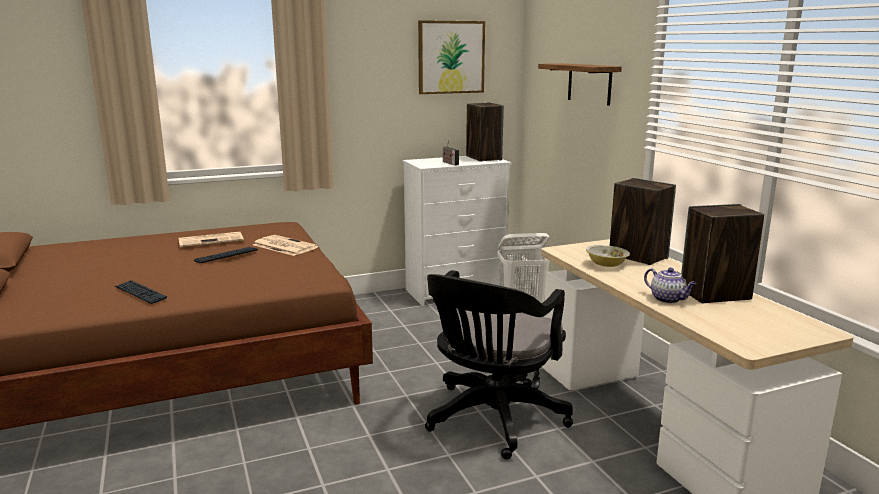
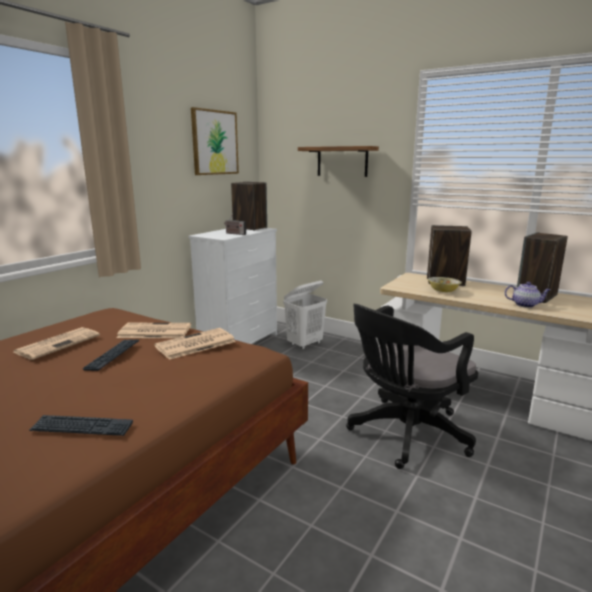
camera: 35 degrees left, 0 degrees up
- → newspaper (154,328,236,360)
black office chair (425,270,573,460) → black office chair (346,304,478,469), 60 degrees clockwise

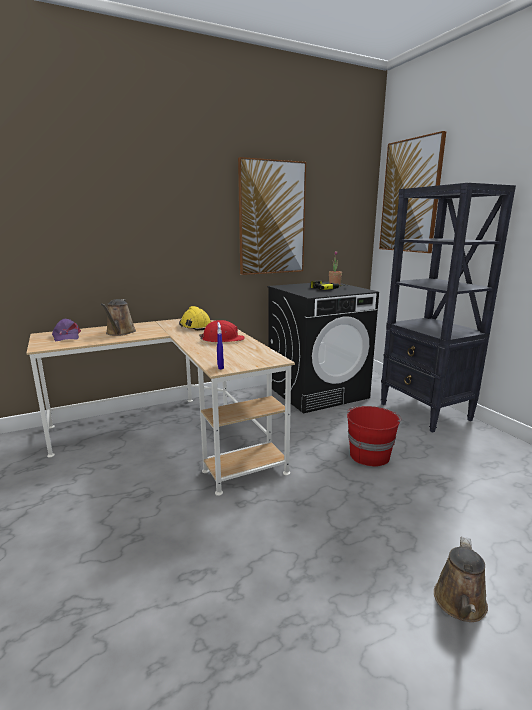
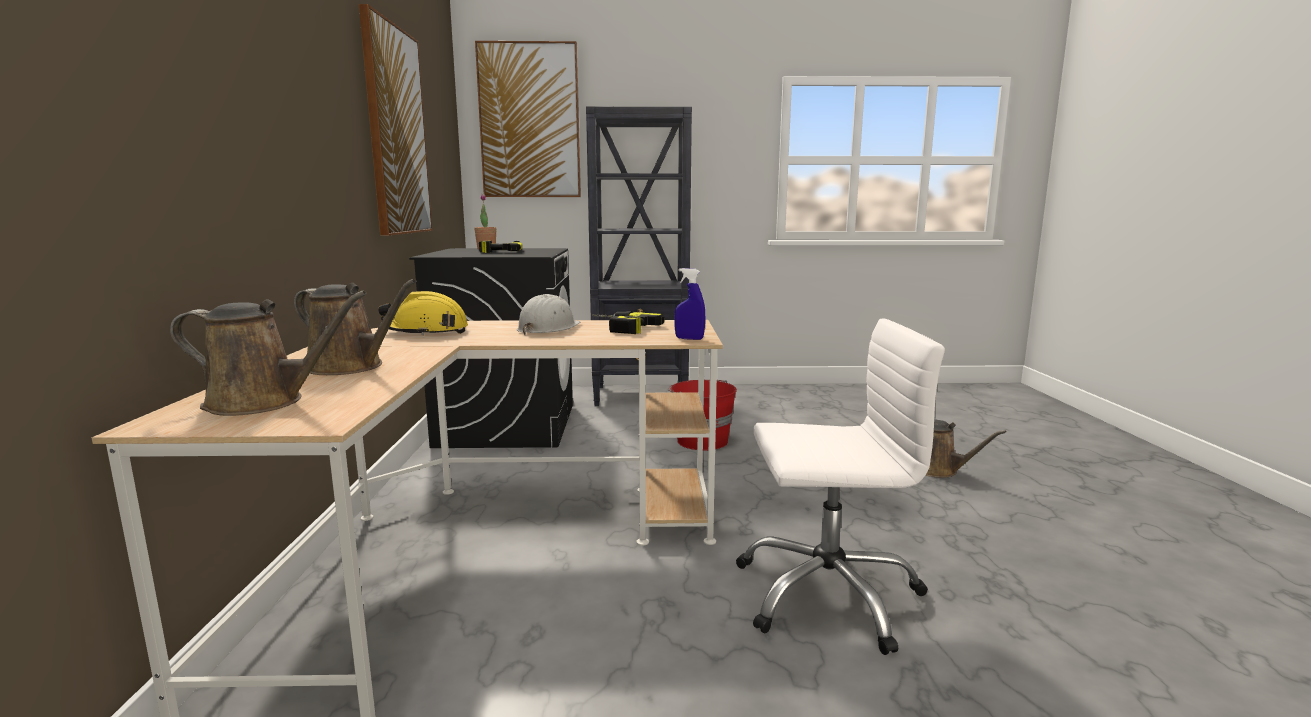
camera: 65 degrees left, 5 degrees down
- → power drill (592,311,665,334)
- → white office chair (736,319,945,655)
purple cap (52,318,81,341) → brown watering can (170,291,366,416)
red hard hat (199,320,245,342) → white hard hat (516,294,580,335)

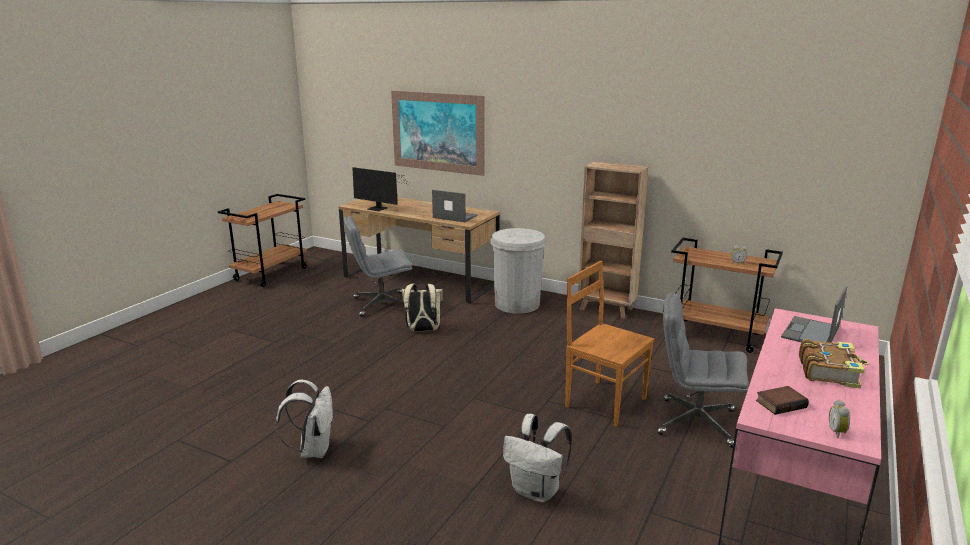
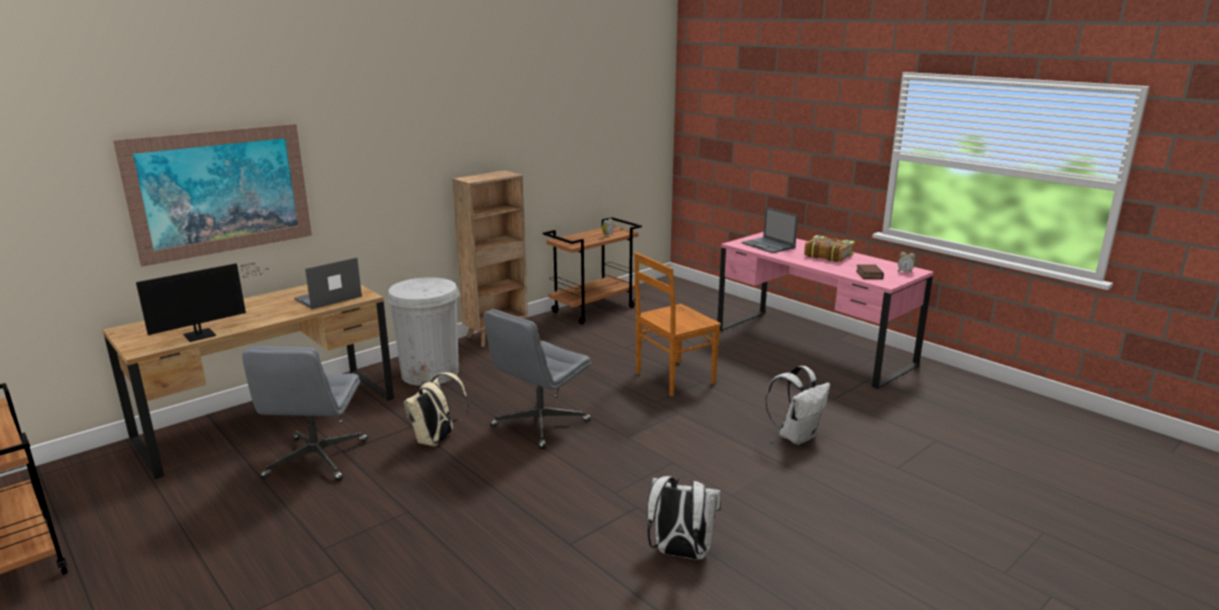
camera: 70 degrees left, 0 degrees up
grey office chair (657,293,749,448) → grey office chair (483,309,591,449), relocated

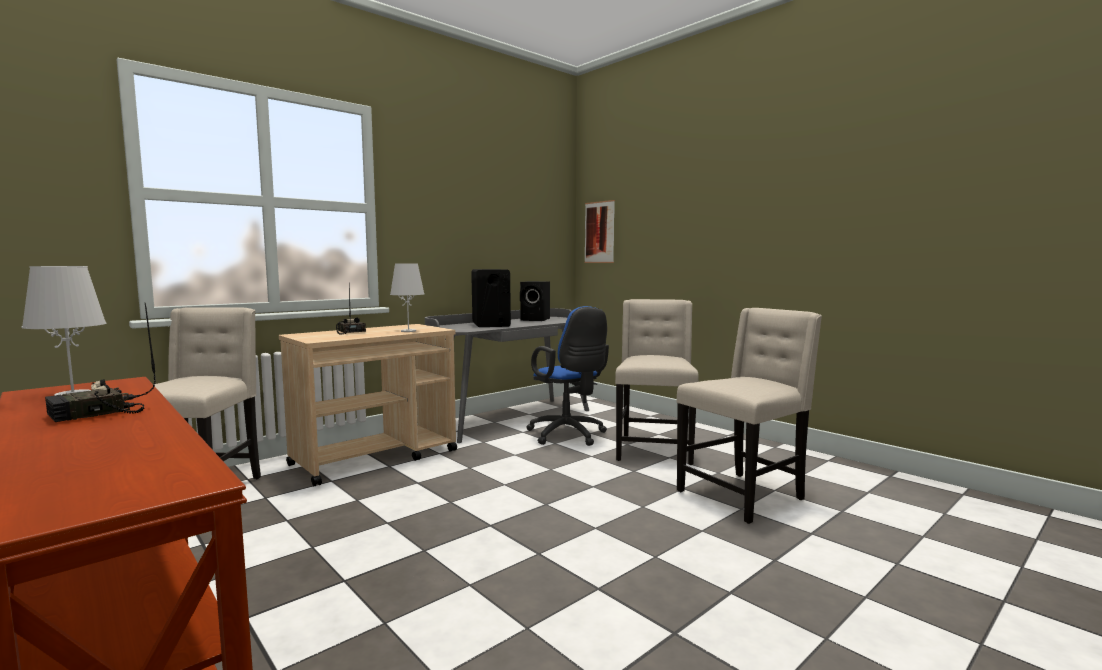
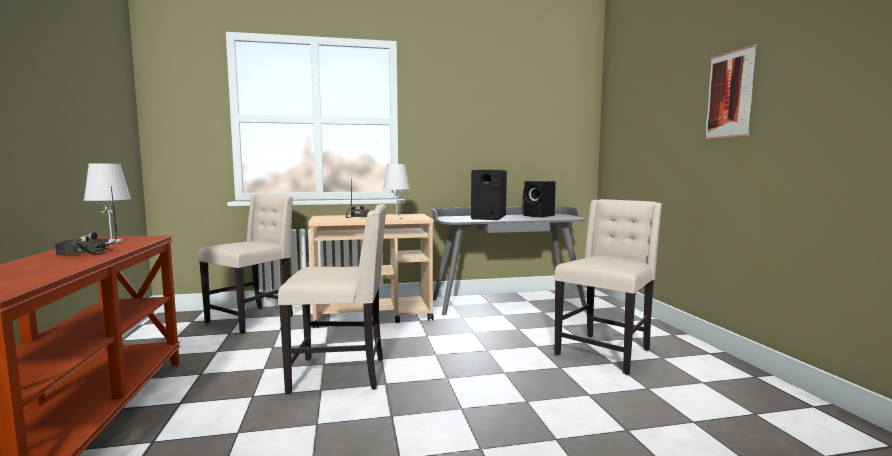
camera: 30 degrees right, 0 degrees up
blue office chair (526,306,609,446) → -
picture (584,200,615,263) → picture (705,44,757,139), relocated
beige chair (676,308,822,524) → beige chair (278,204,387,394), relocated

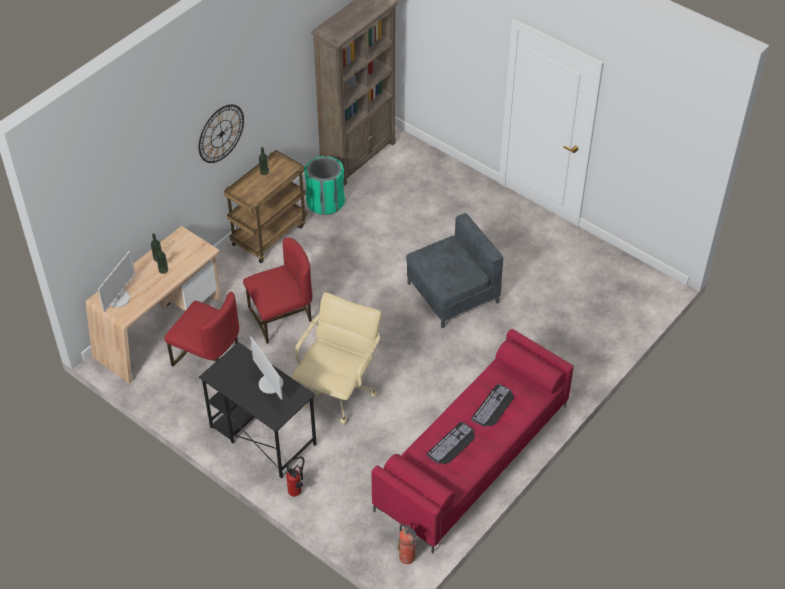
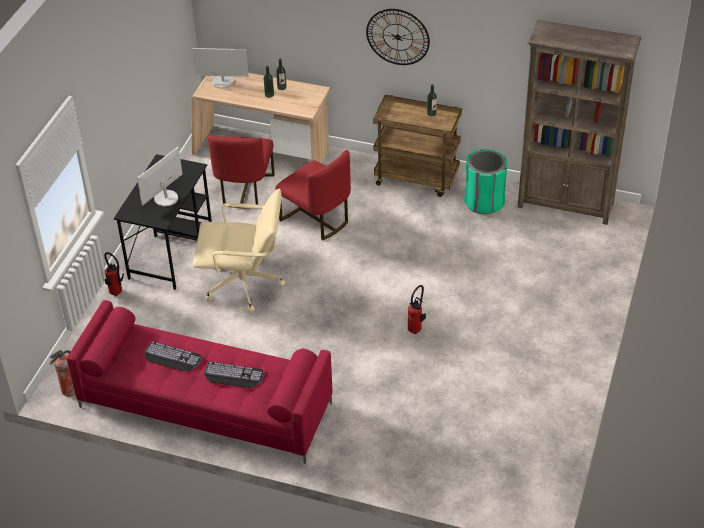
camera: 70 degrees right, 5 degrees down
grey armchair (406,213,503,328) → fire extinguisher (408,285,426,334)

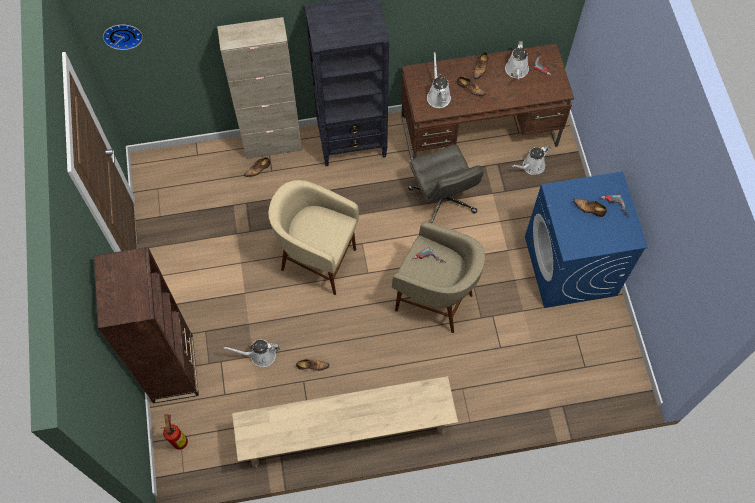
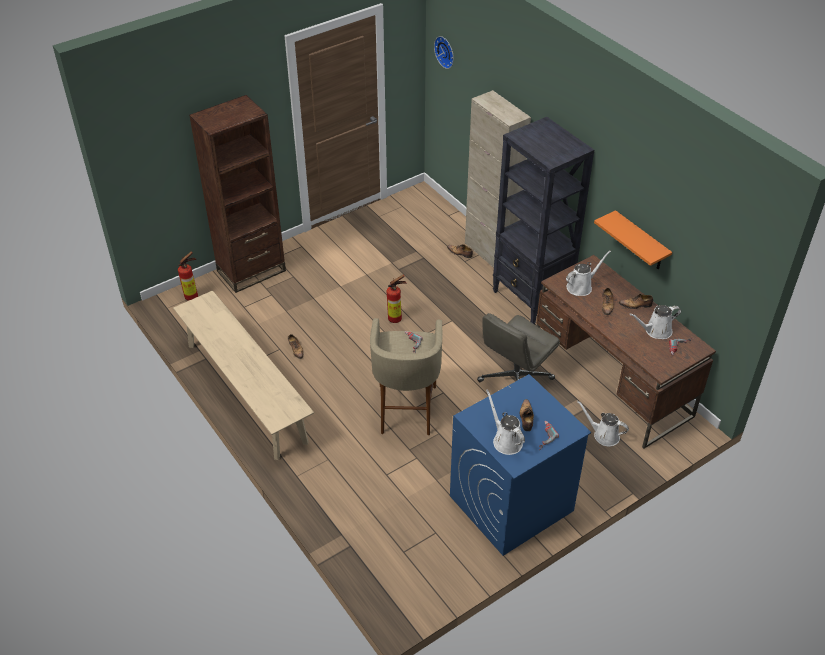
camera: 65 degrees right, 20 degrees down
- → orange shelf (594,210,672,270)
white watering can (224,339,280,367) → white watering can (486,389,525,455), relocated
beige stool (268,180,359,295) → fire extinguisher (387,275,407,323)

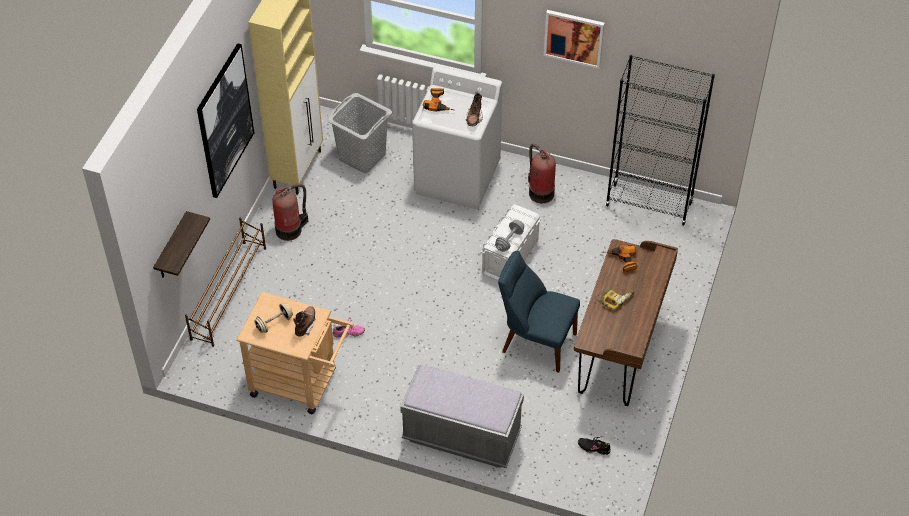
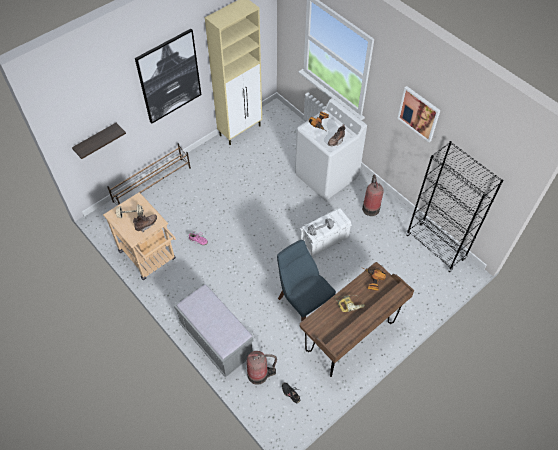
camera: 30 degrees right, 5 degrees up
grey laundry basket (327,93,392,173) → -
fire extinguisher (272,184,308,241) → fire extinguisher (247,351,277,385), relocated

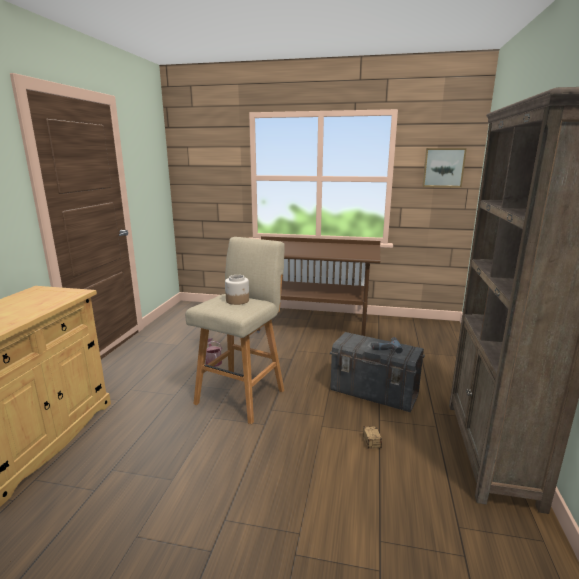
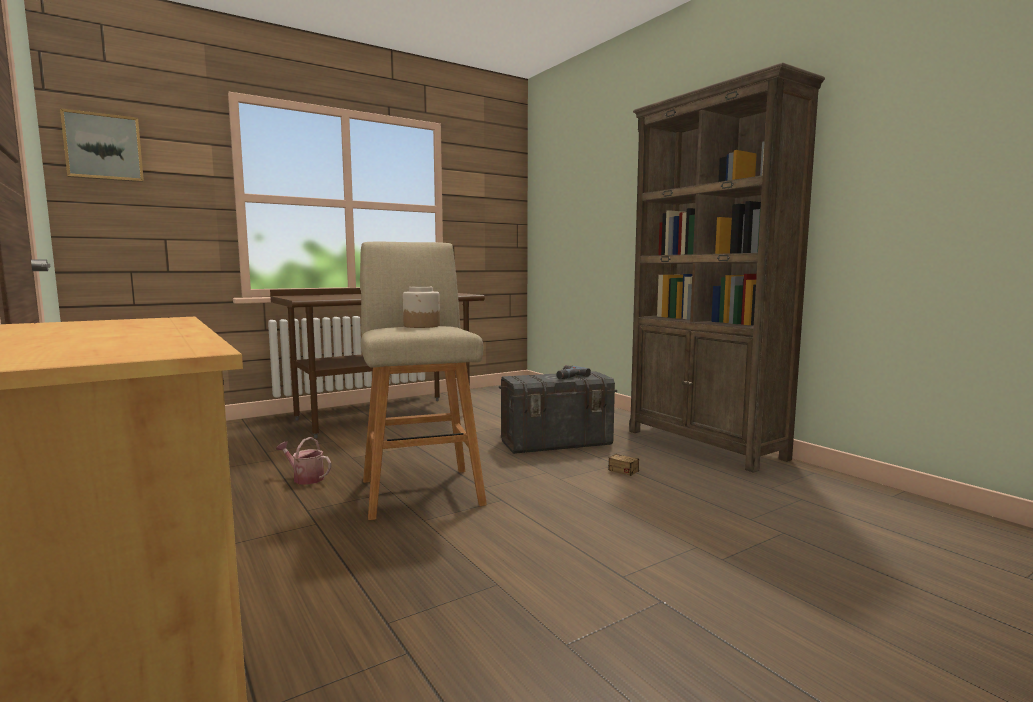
camera: 45 degrees left, 10 degrees down
picture (422,148,467,188) → picture (60,108,144,182), relocated

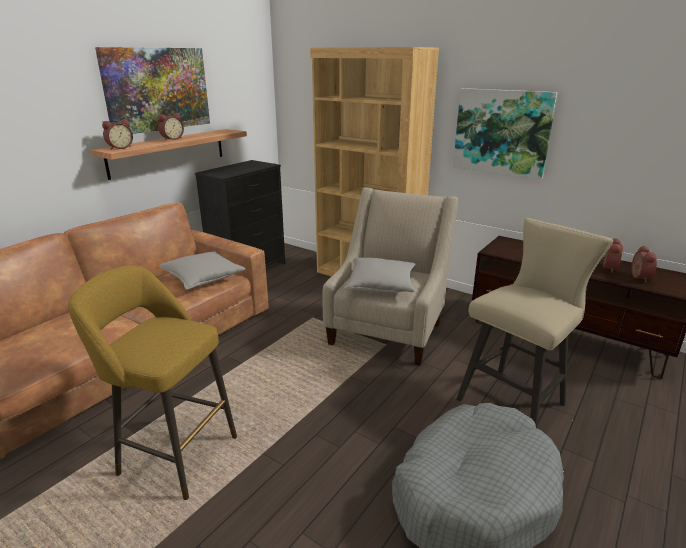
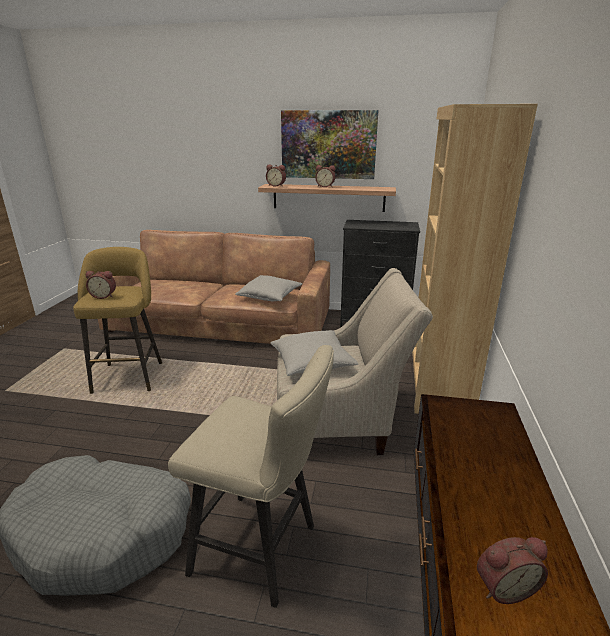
camera: 65 degrees right, 0 degrees up
picture (453,88,558,179) → -
alarm clock (602,238,623,273) → alarm clock (86,271,116,299), relocated

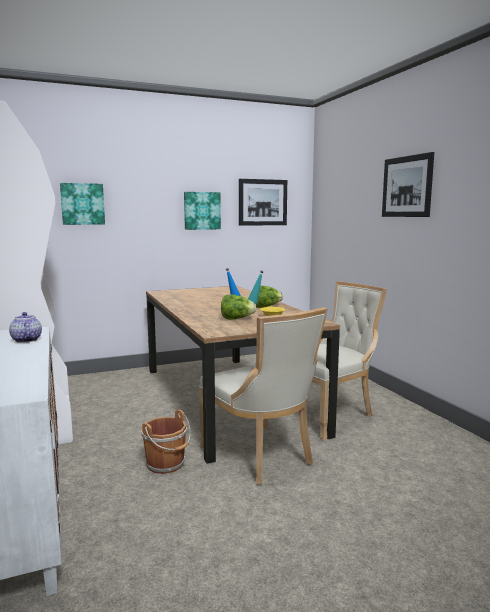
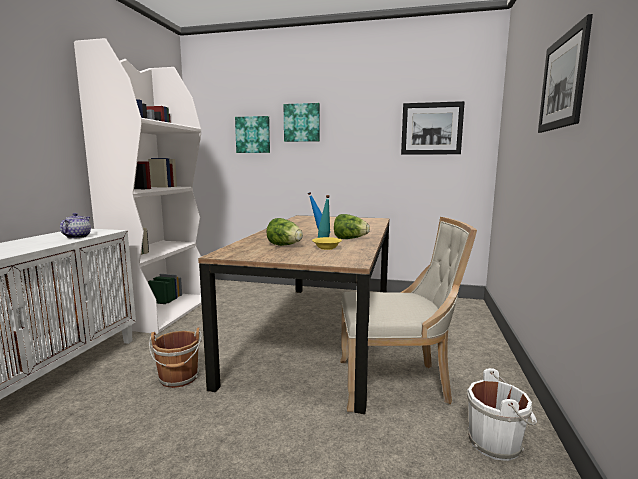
camera: 35 degrees right, 0 degrees up
beige chair (199,307,328,485) → -
- → white bucket (467,368,537,461)
picture (184,192,221,230) → picture (284,103,320,142), relocated

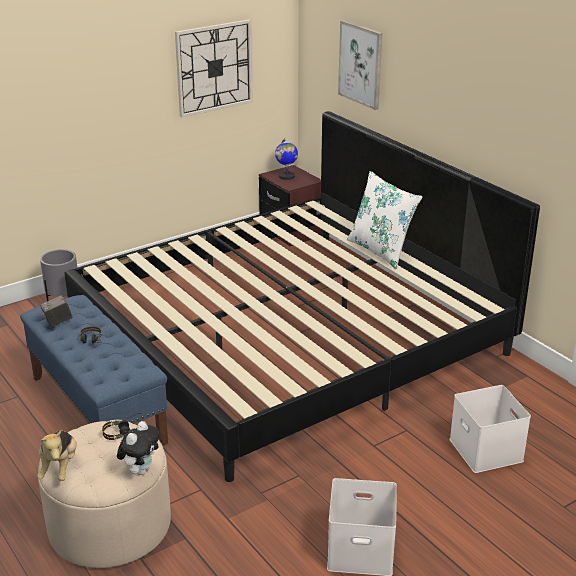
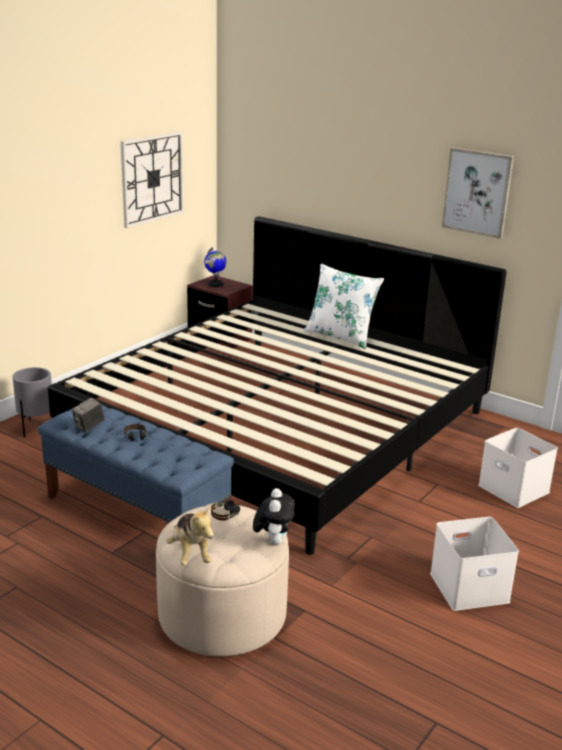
camera: 20 degrees left, 5 degrees down
picture (338,20,383,110) → picture (442,147,514,239), relocated

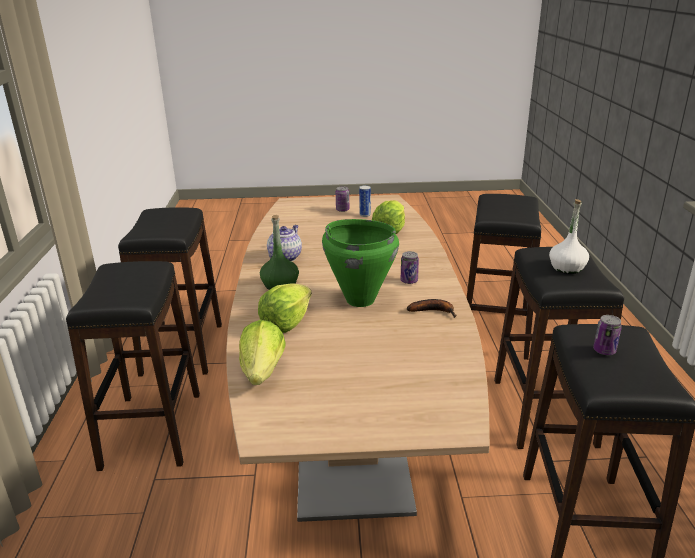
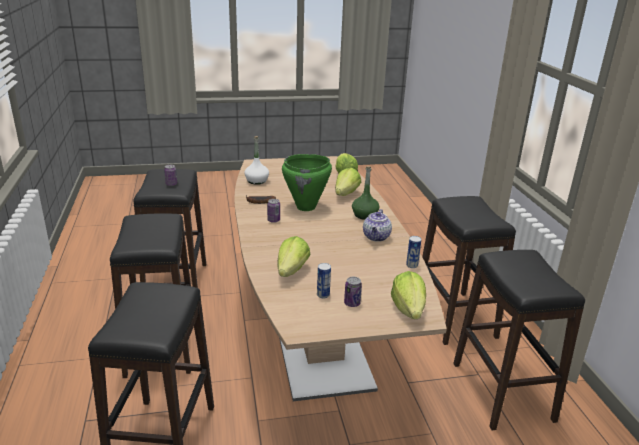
camera: 170 degrees right, 0 degrees up
- → lettuce (391,271,426,319)
- → can (406,236,422,268)
white bottle (549,199,589,274) → white bottle (244,136,269,185), relocated

